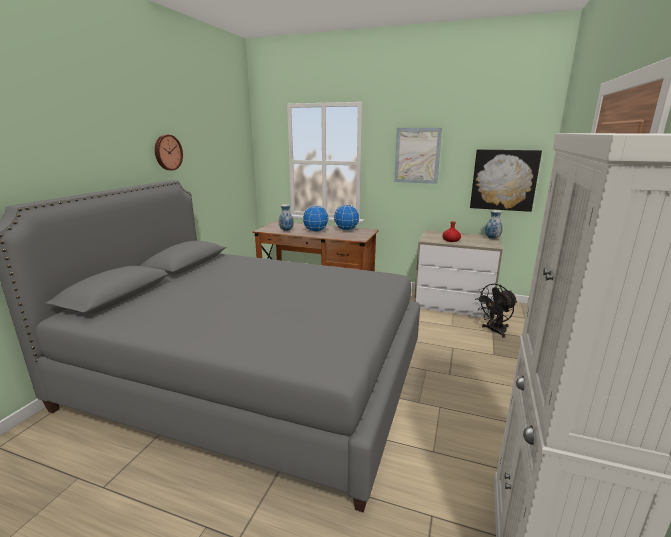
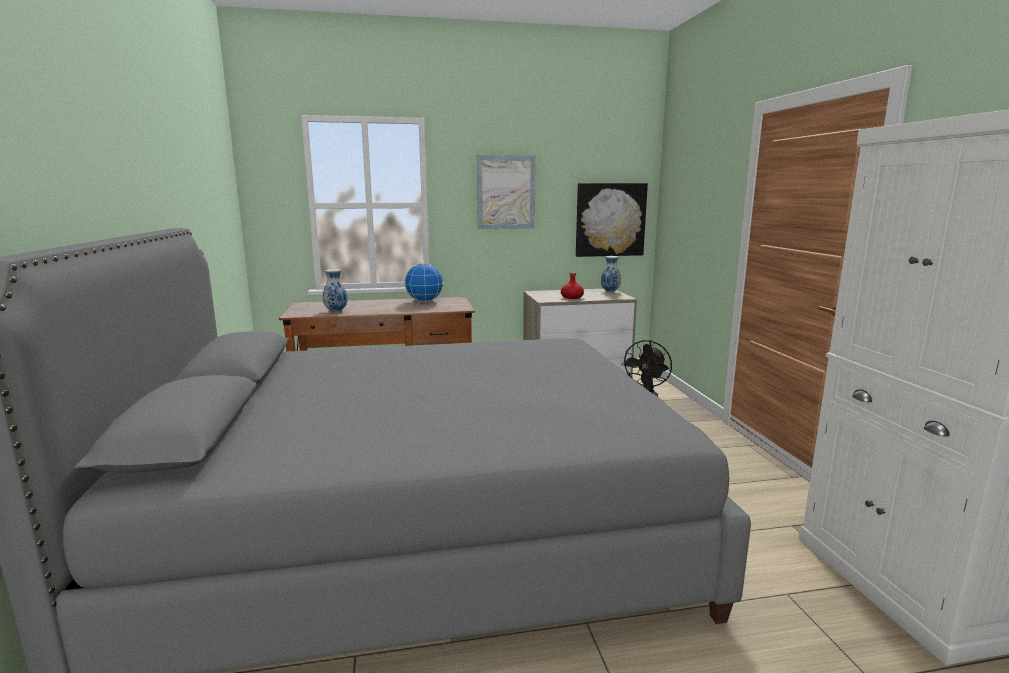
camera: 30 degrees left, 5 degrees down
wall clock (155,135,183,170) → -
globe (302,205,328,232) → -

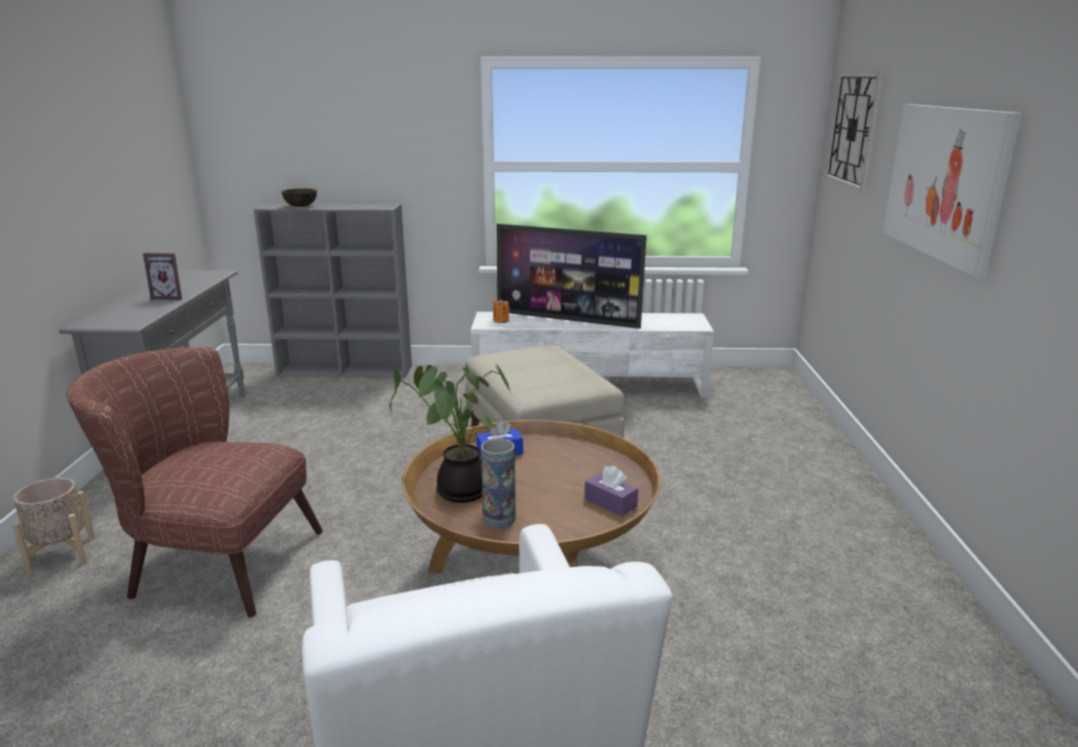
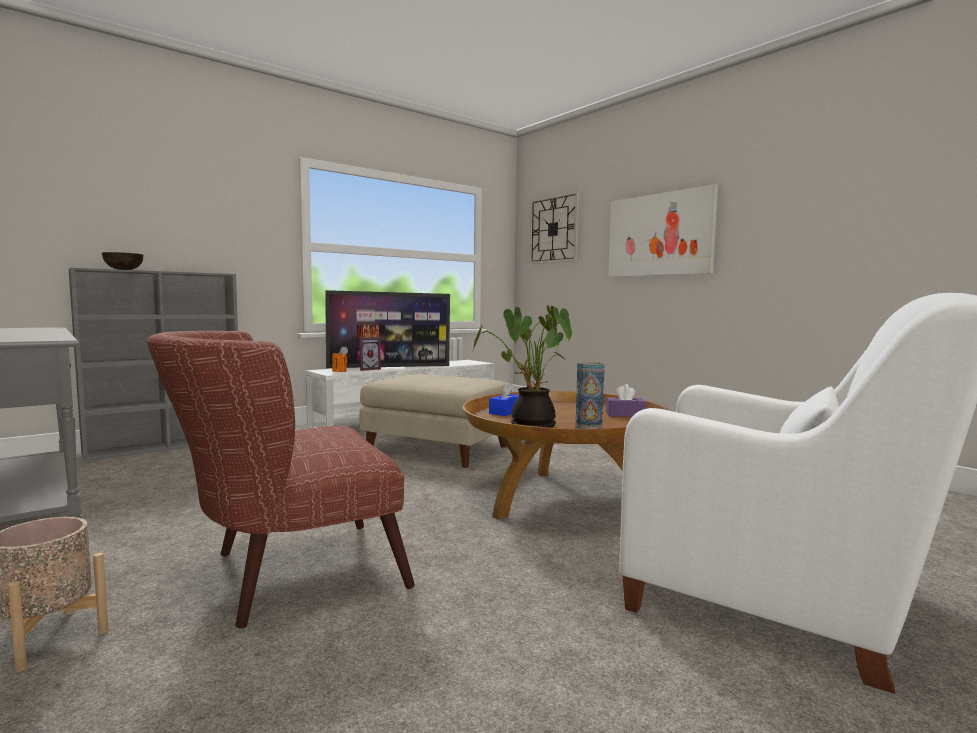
camera: 40 degrees left, 15 degrees down
picture frame (143,253,182,300) → picture frame (359,337,381,371), relocated

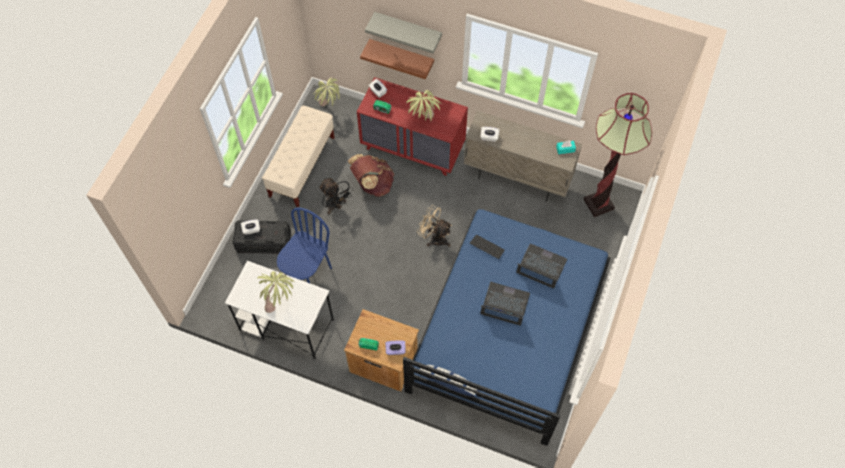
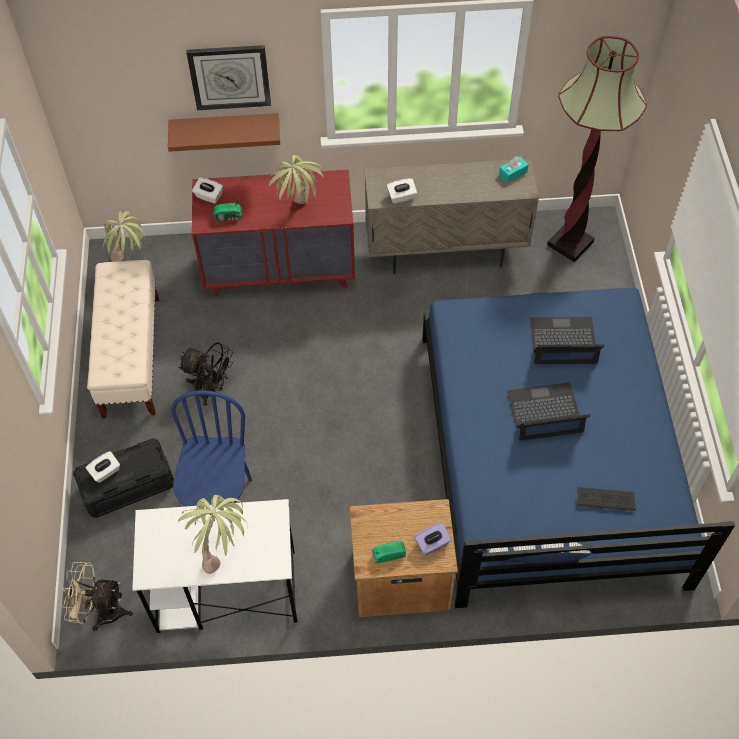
camera: 25 degrees left, 5 degrees down
brown backpack (348,154,394,197) → -
beige fan (417,205,452,246) → beige fan (61,562,133,631), relocated
keyboard (470,235,505,259) → keyboard (577,487,636,511), relocated
grey shelf (365,12,442,53) → wall clock (186,45,271,110)

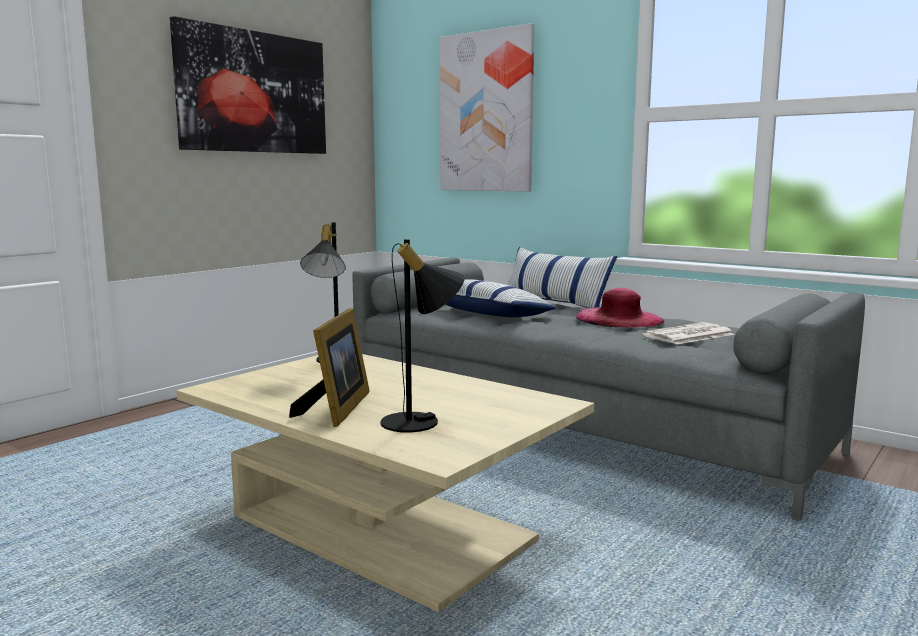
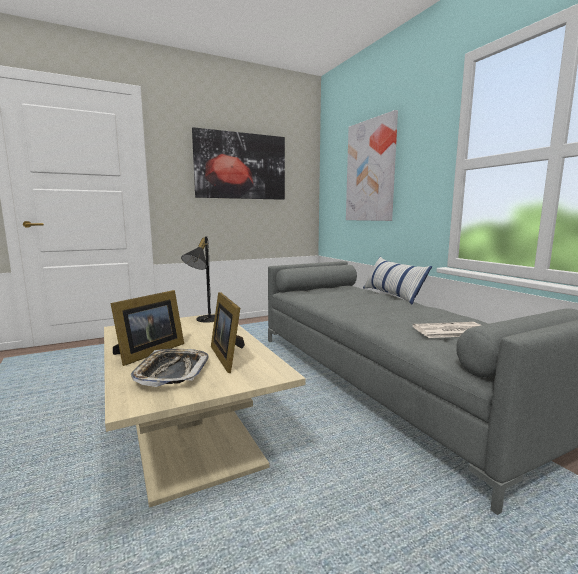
camera: 25 degrees right, 0 degrees up
pillow (445,279,556,317) → -
pink hat (576,288,664,328) → -
- → picture frame (211,292,245,373)
black table lamp (380,239,465,433) → tray (131,349,208,387)

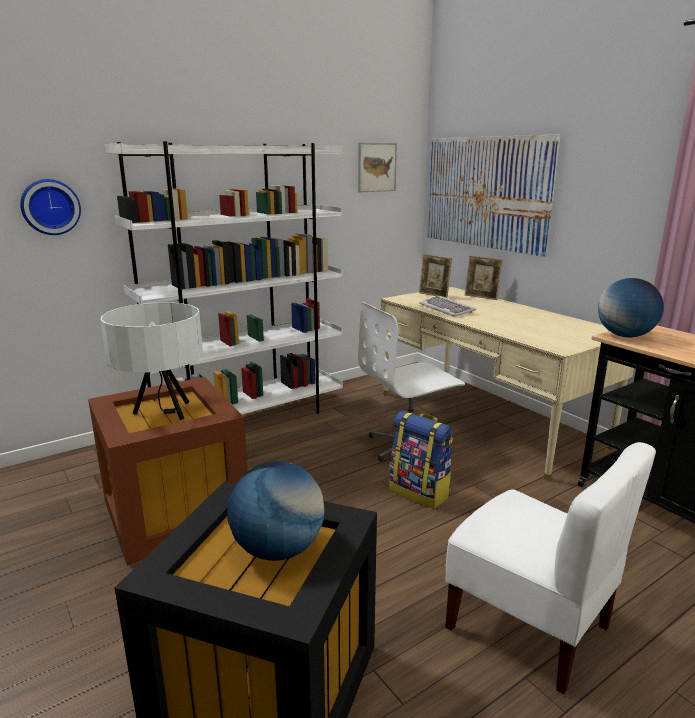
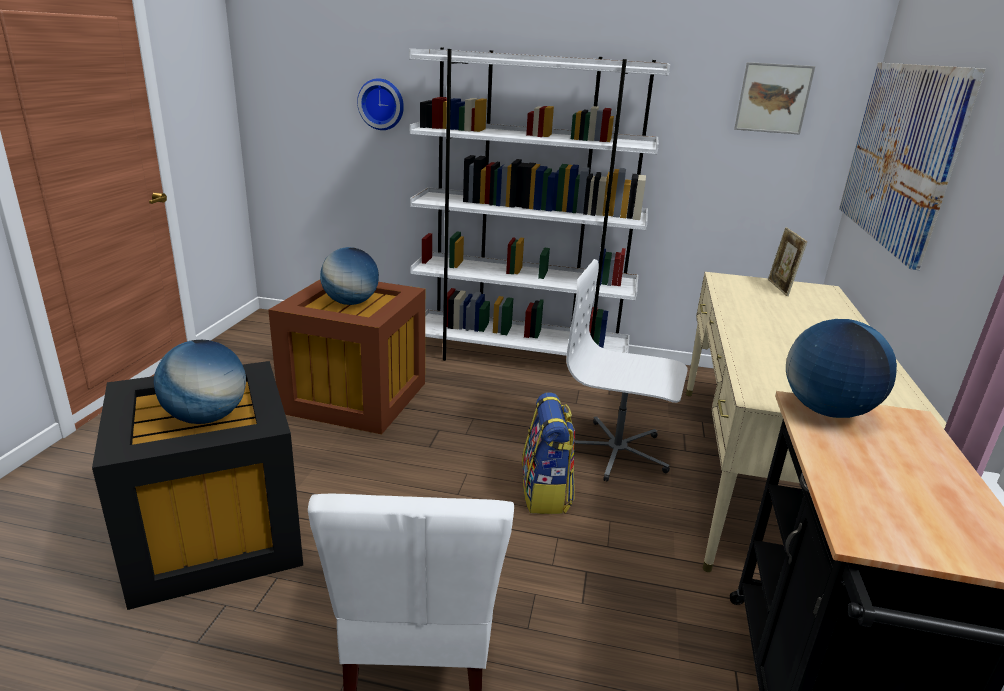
camera: 45 degrees right, 5 degrees up
keyboard (419,296,476,317) → -
picture frame (465,255,503,300) → -
white table lamp (100,302,203,420) → globe (320,247,379,305)

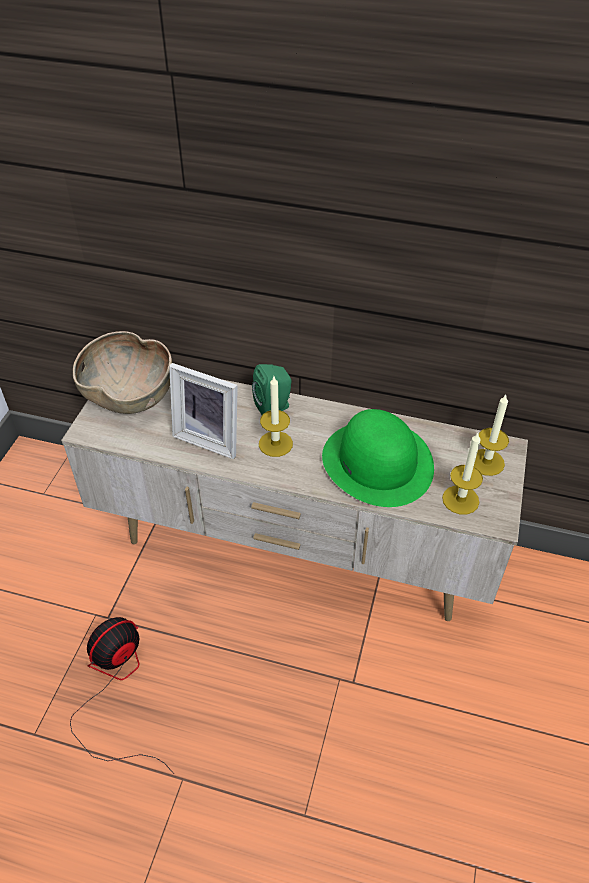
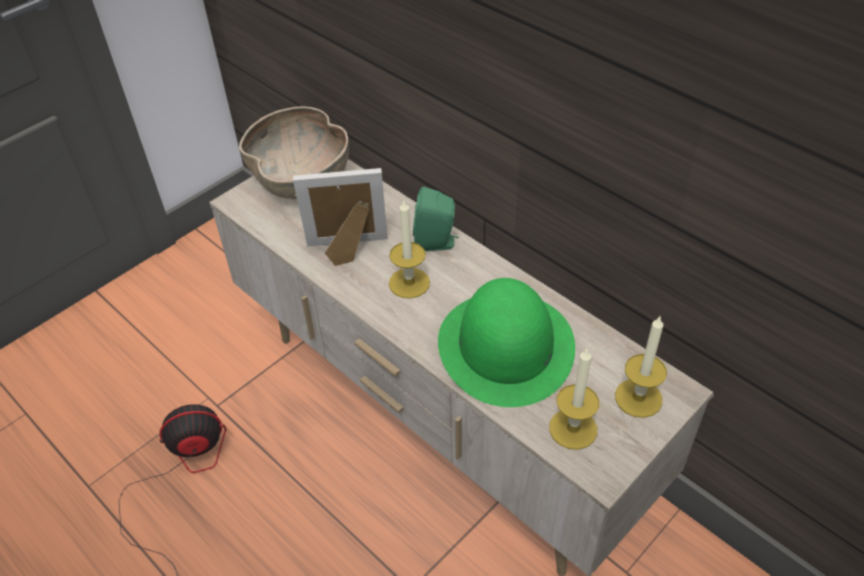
camera: 30 degrees right, 0 degrees up
picture frame (169,363,238,459) → picture frame (293,168,388,266), 120 degrees clockwise

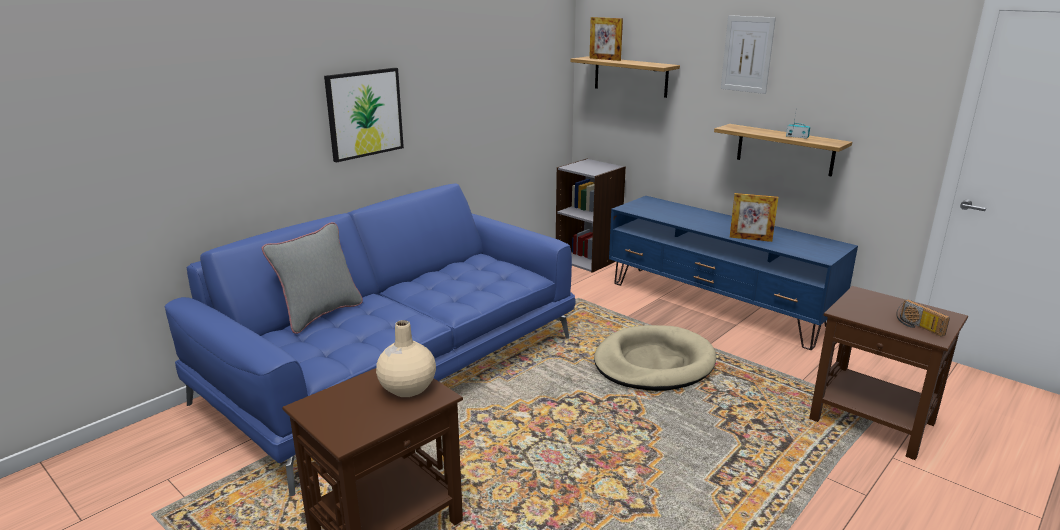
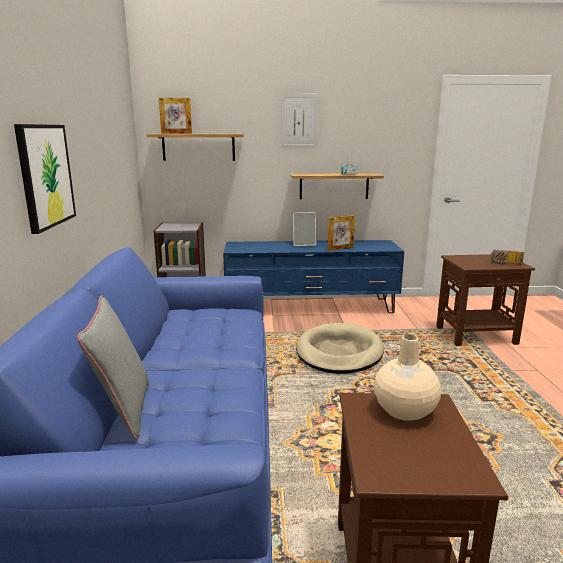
camera: 45 degrees left, 5 degrees down
- → picture frame (293,213,316,246)

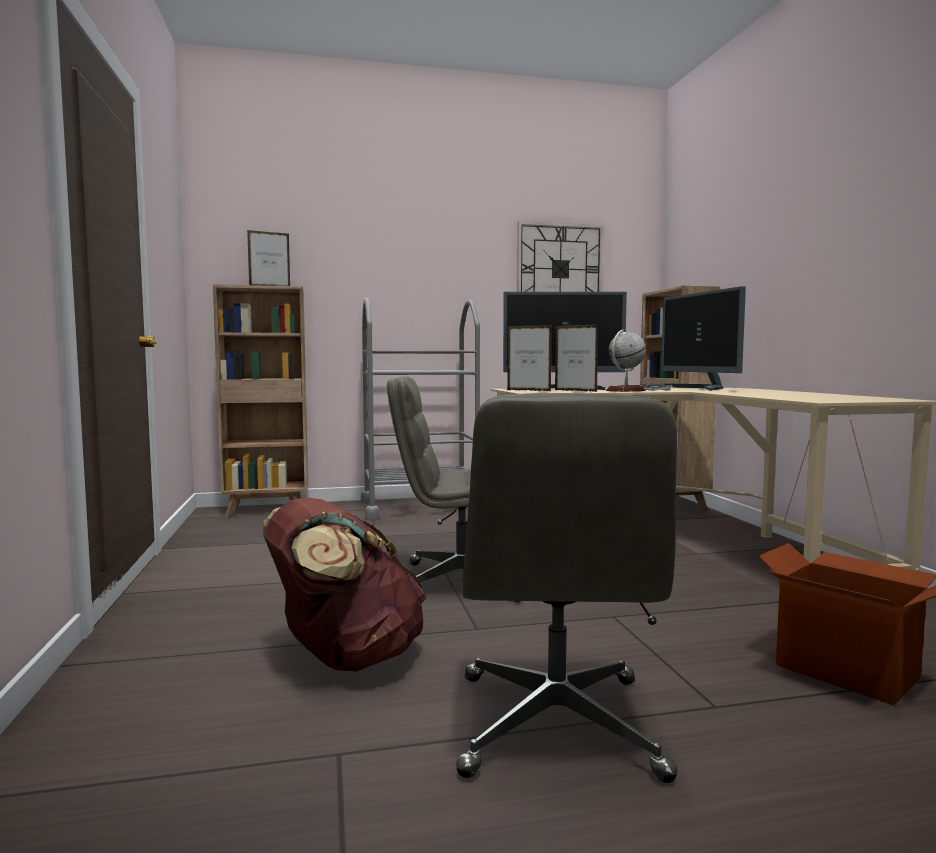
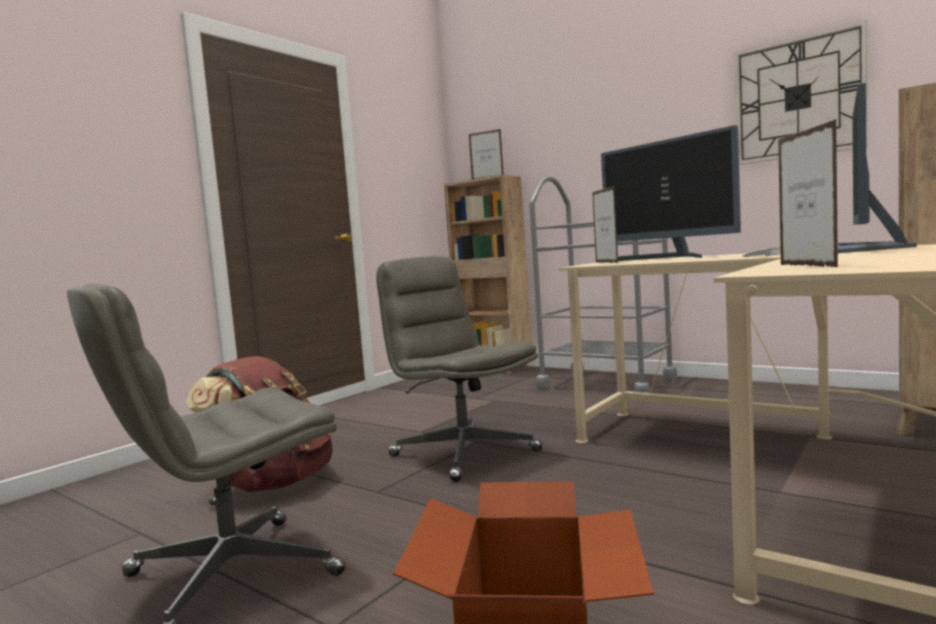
camera: 50 degrees right, 0 degrees up
globe (606,329,646,392) → -
picture frame (555,324,599,392) → picture frame (778,119,838,267), relocated

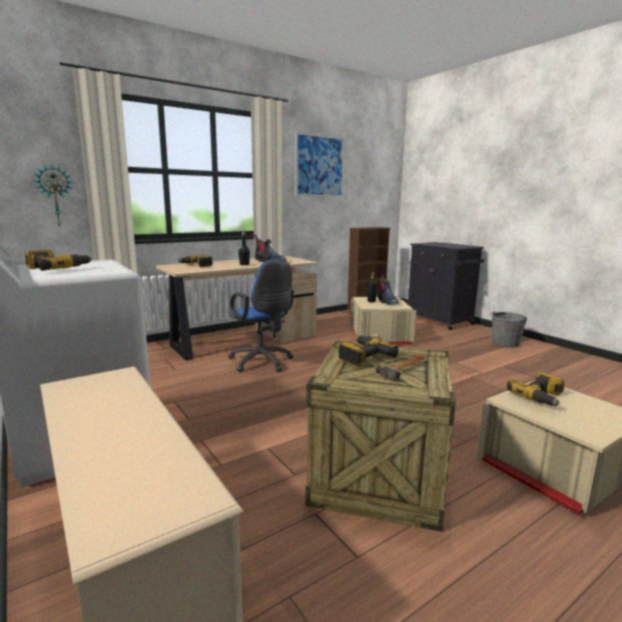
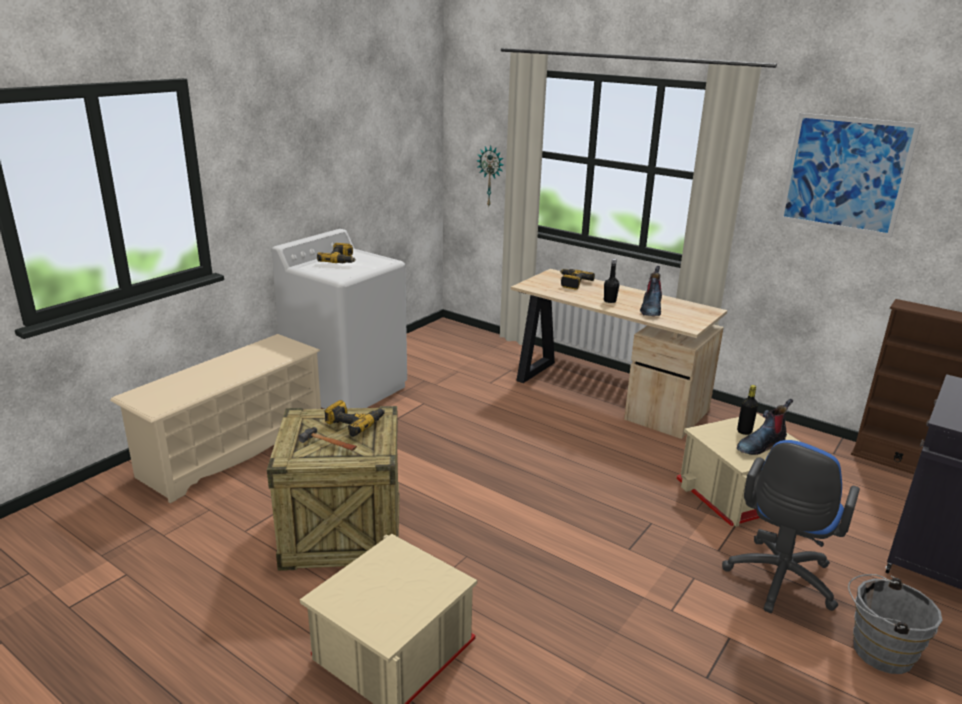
camera: 70 degrees right, 10 degrees up
power drill (507,372,564,406) → -
blue office chair (228,260,294,372) → blue office chair (722,440,860,613), relocated

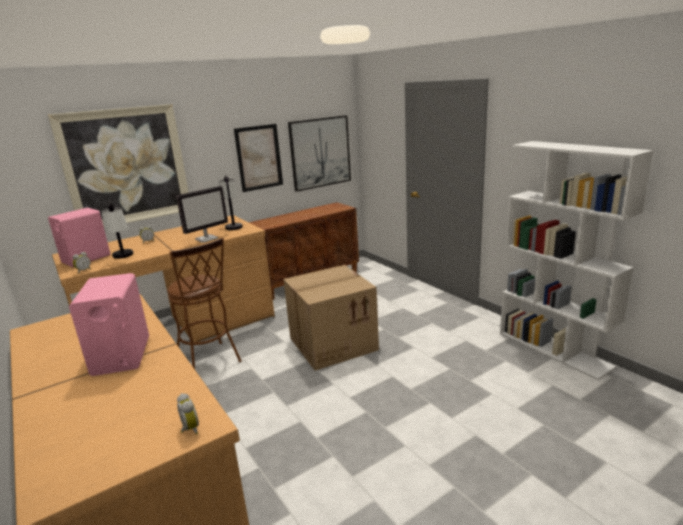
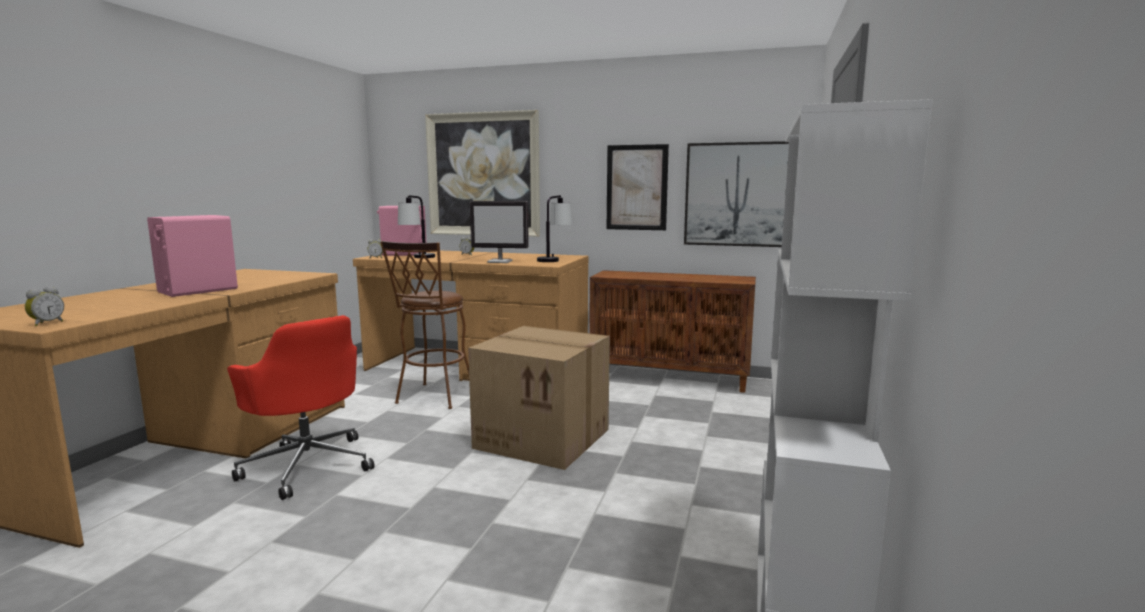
camera: 50 degrees right, 10 degrees down
- → red office chair (227,315,374,500)

